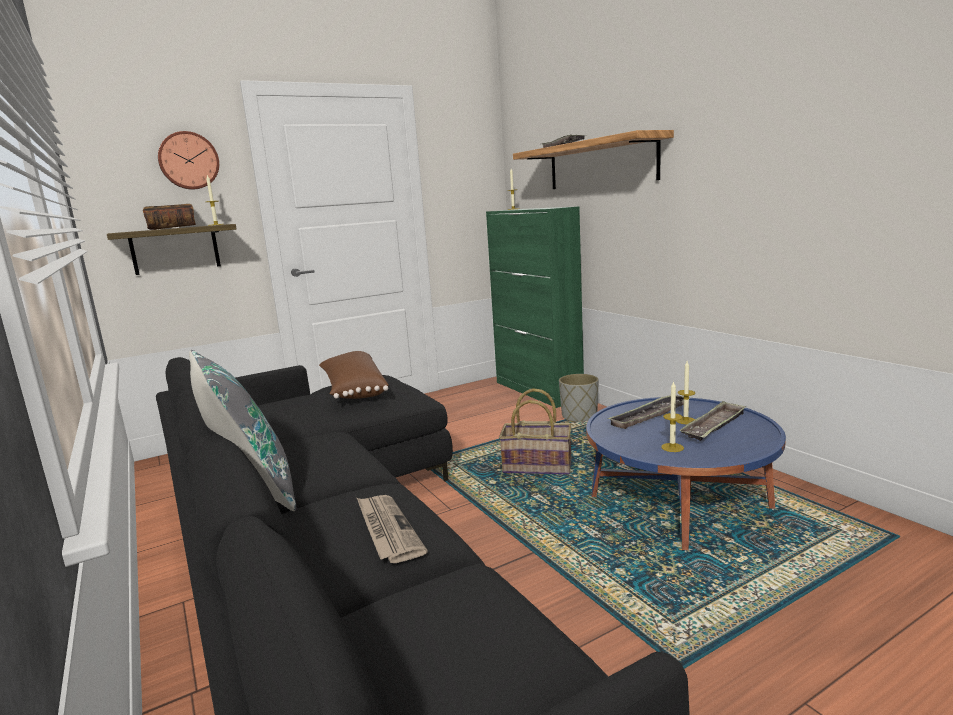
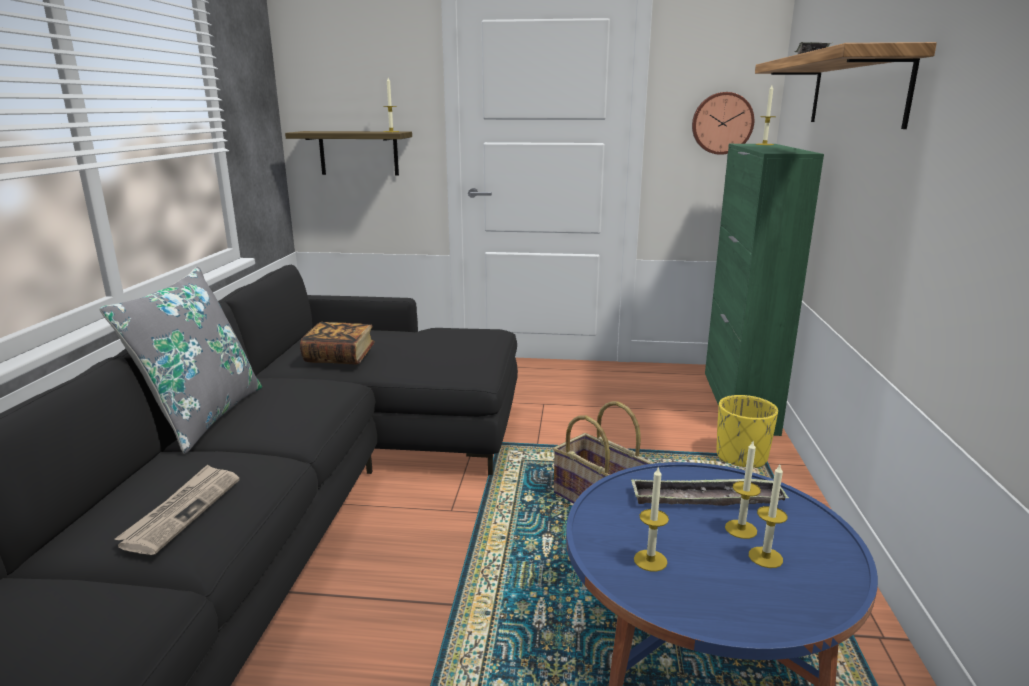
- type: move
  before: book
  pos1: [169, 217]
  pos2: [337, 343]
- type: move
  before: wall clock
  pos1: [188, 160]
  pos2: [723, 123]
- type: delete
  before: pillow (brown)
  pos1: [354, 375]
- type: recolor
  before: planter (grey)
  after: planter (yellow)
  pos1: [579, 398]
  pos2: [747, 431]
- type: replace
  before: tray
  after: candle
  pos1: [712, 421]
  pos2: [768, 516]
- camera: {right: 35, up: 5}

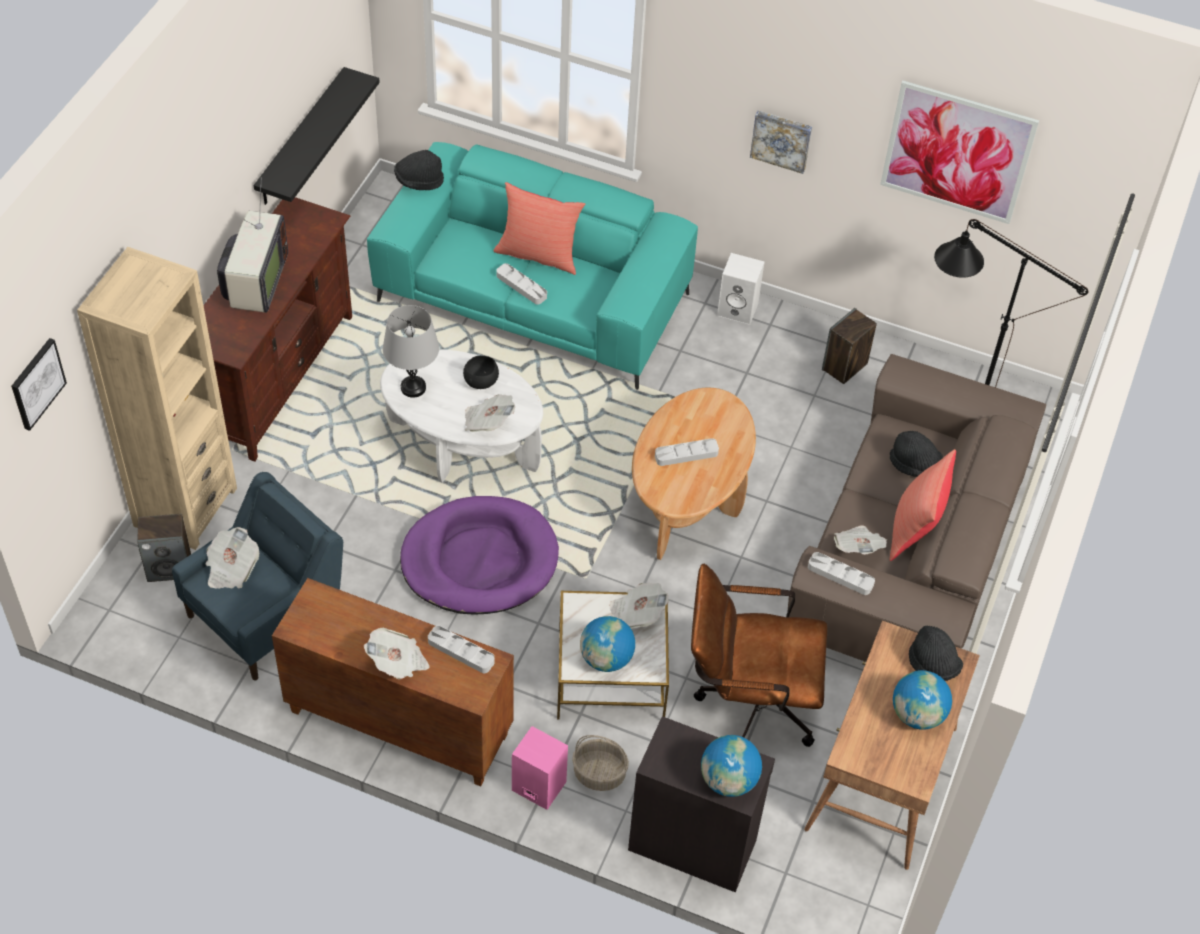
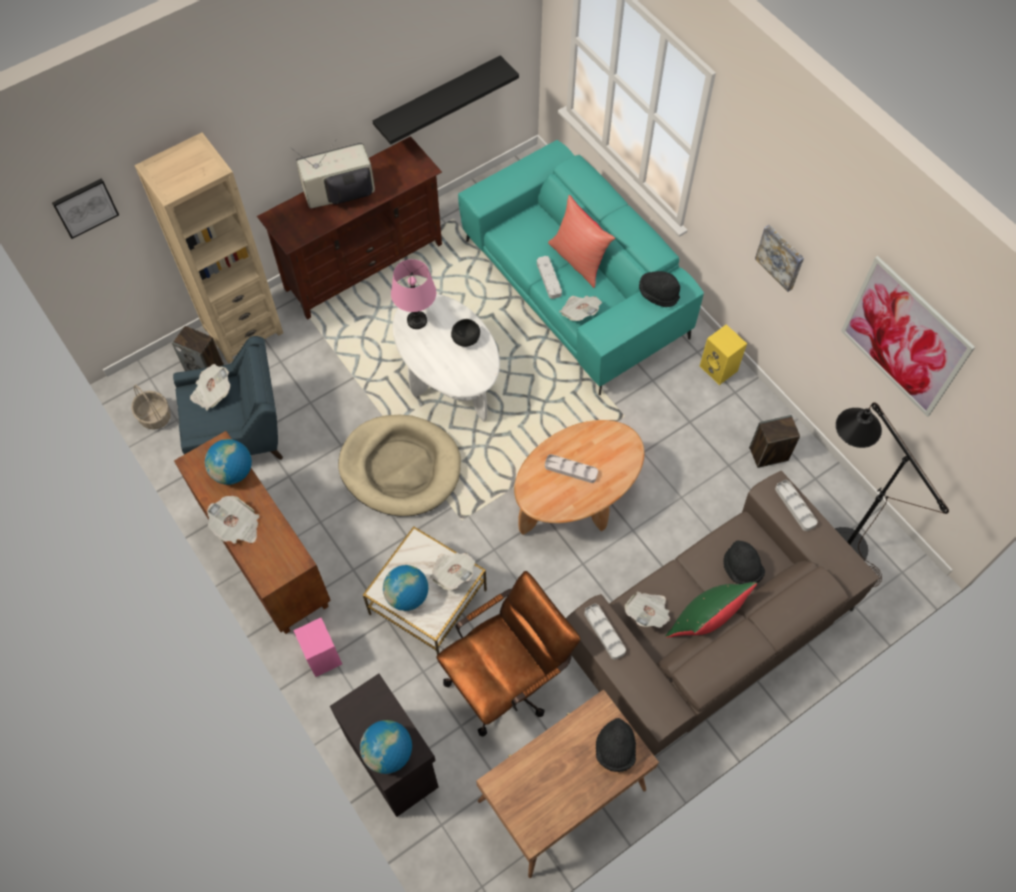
- type: rotate
  before: television
  pos1: [252, 245]
  pos2: [332, 174]
  turn: -150
- type: recolor
  before: table lamp (grey)
  after: table lamp (pink)
  pos1: [411, 351]
  pos2: [413, 294]
- type: move
  before: hat (black)
  pos1: [419, 170]
  pos2: [659, 289]
- type: recolor
  before: dog bed (purple)
  after: dog bed (beige)
  pos1: [479, 555]
  pos2: [399, 465]
- type: move
  before: tray (grey)
  pos1: [461, 649]
  pos2: [796, 505]
- type: move
  before: newspaper
  pos1: [490, 413]
  pos2: [580, 308]
- type: move
  before: basket
  pos1: [600, 763]
  pos2: [151, 407]
- type: rotate
  before: office chair (brown)
  pos1: [759, 655]
  pos2: [508, 654]
  turn: 105
- type: recolor
  before: speaker (white)
  after: speaker (yellow)
  pos1: [740, 289]
  pos2: [723, 354]
- type: recolor
  before: pillow (red)
  after: pillow (green)
  pos1: [922, 505]
  pos2: [711, 610]
- type: move
  before: globe
  pos1: [922, 700]
  pos2: [228, 462]
- camera: {right: 35, up: 10}

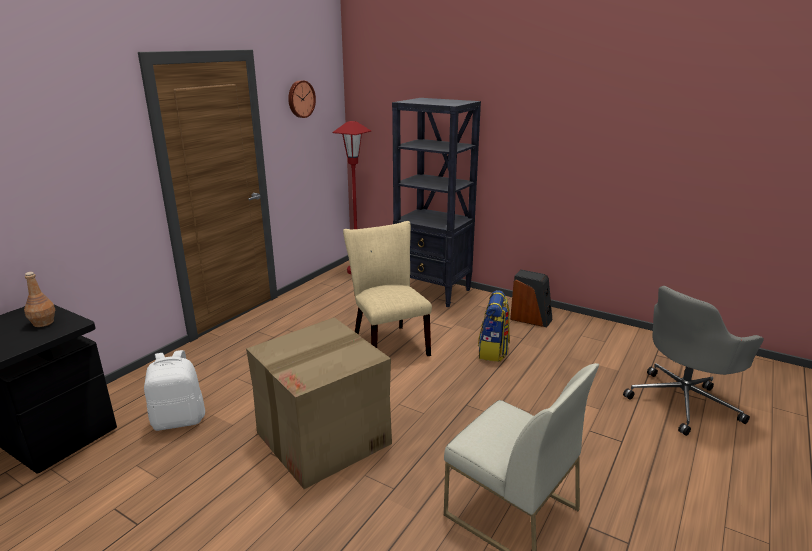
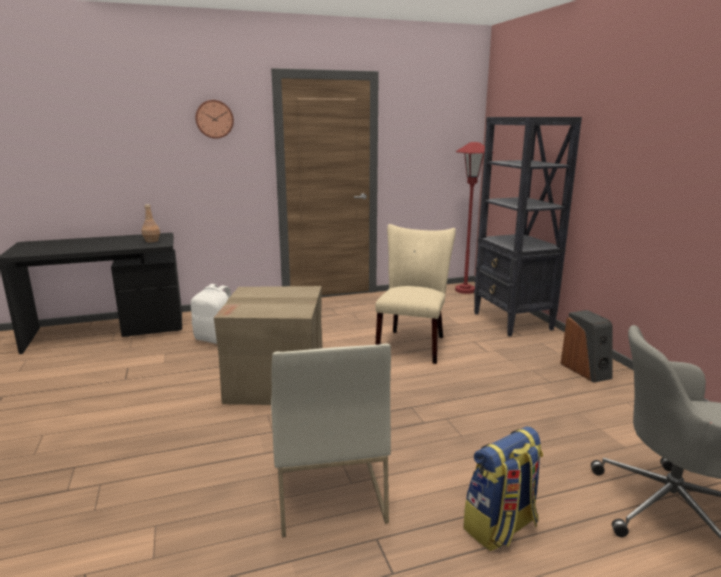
- type: move
  before: wall clock
  pos1: [302, 99]
  pos2: [214, 119]
- type: move
  before: backpack
  pos1: [494, 326]
  pos2: [503, 489]
- camera: {right: 40, up: -5}

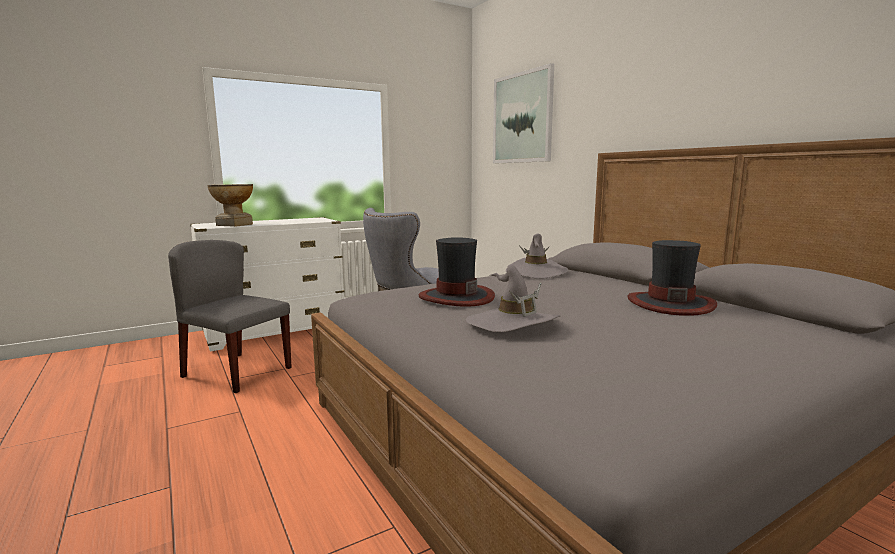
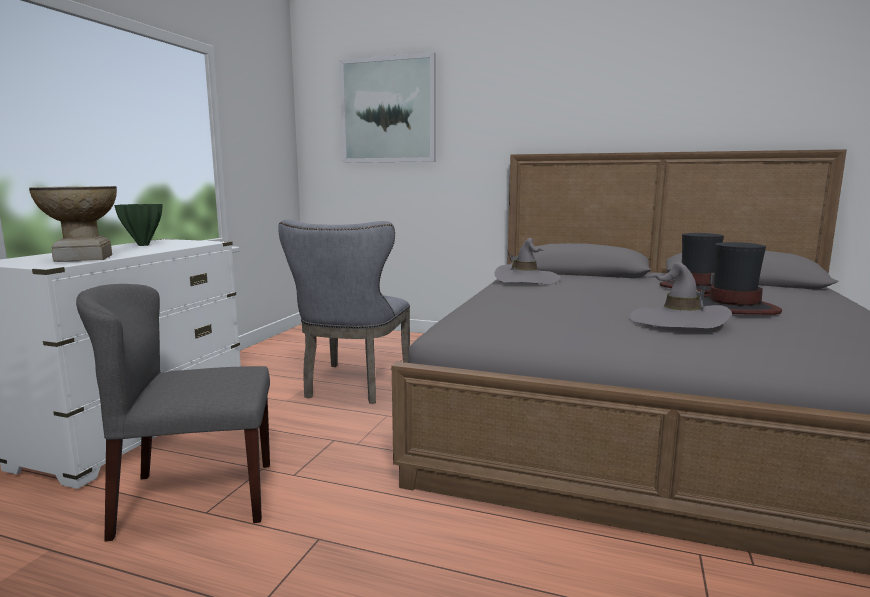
- type: move
  before: hat
  pos1: [457, 272]
  pos2: [742, 278]
- type: insert
  after: vase (green)
  pos2: [138, 225]
- camera: {right: -40, up: 0}

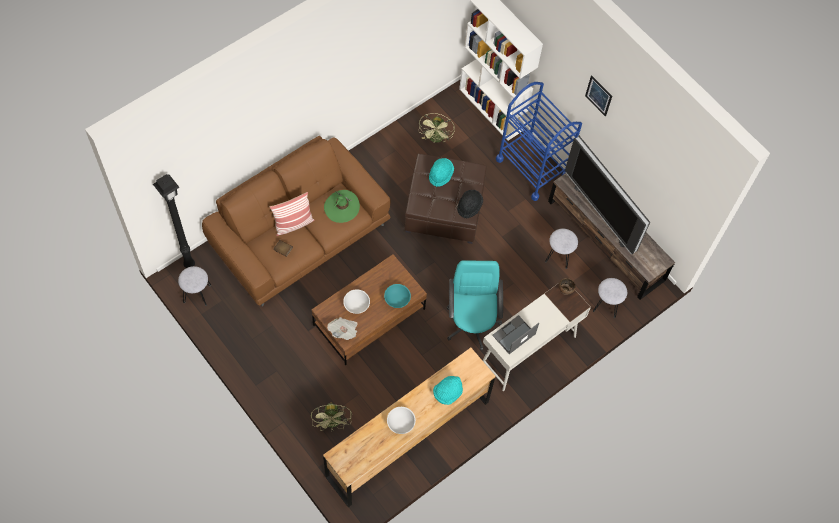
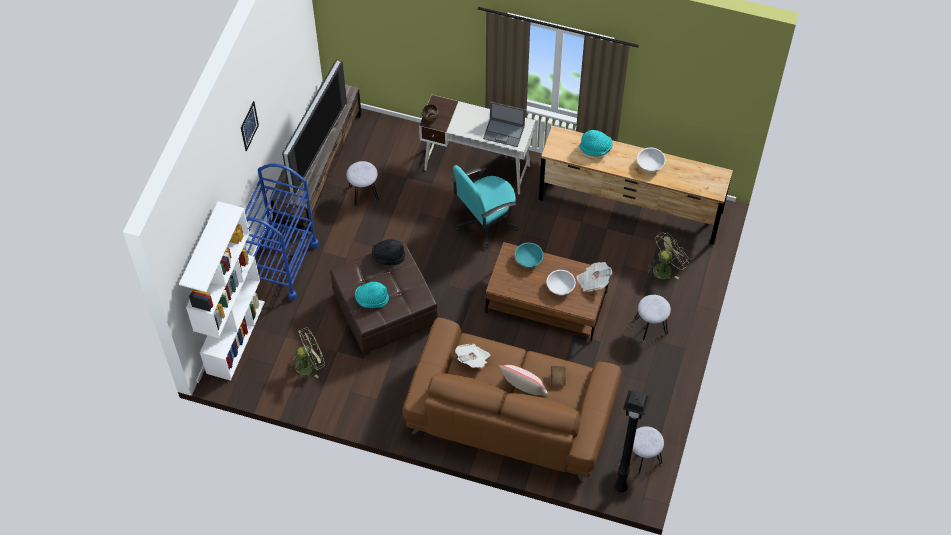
- type: replace
  before: hat (green)
  after: newspaper
  pos1: [342, 206]
  pos2: [472, 356]
- type: move
  before: stool (grey)
  pos1: [610, 298]
  pos2: [652, 318]
- camera: {right: -120, up: -5}

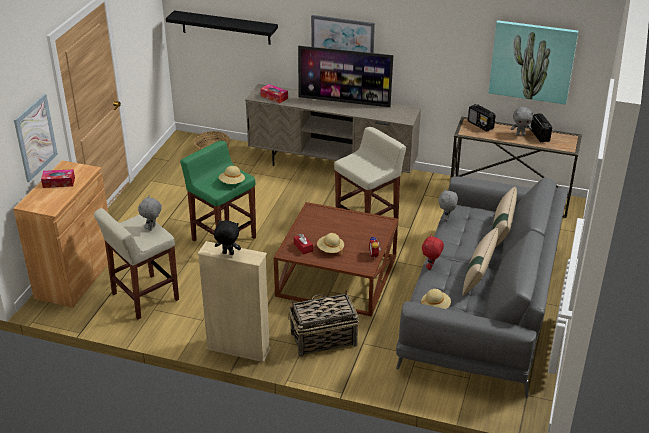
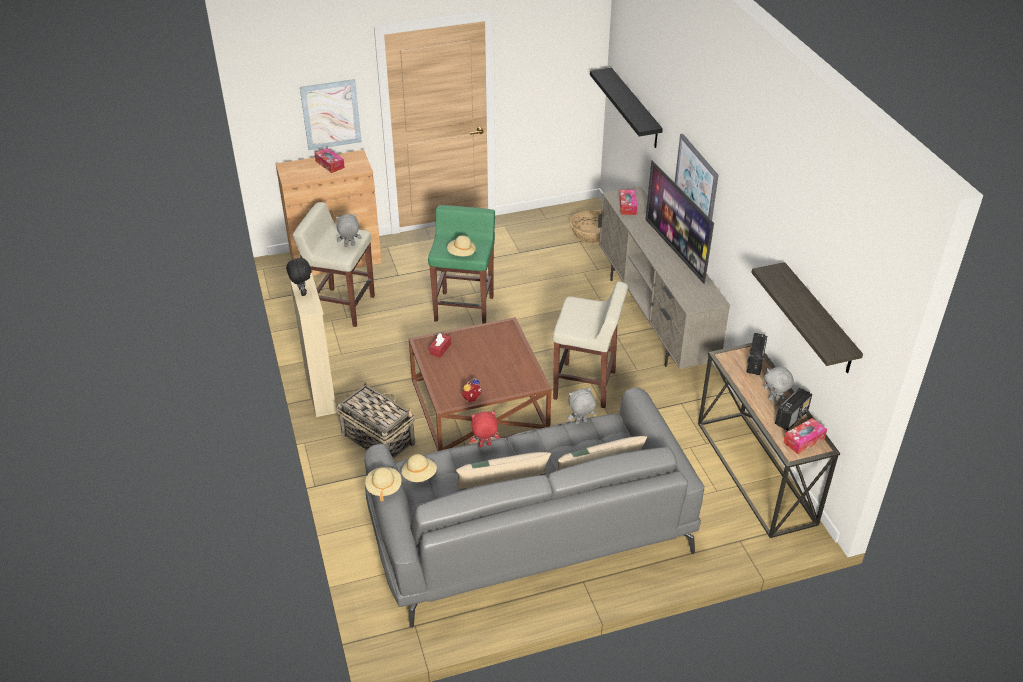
- type: move
  before: hat (beige)
  pos1: [330, 244]
  pos2: [383, 484]
- type: replace
  before: picture
  after: shelf
  pos1: [533, 62]
  pos2: [807, 317]
- type: insert
  after: tissue box
  pos2: [805, 436]
- camera: {right: 55, up: 5}

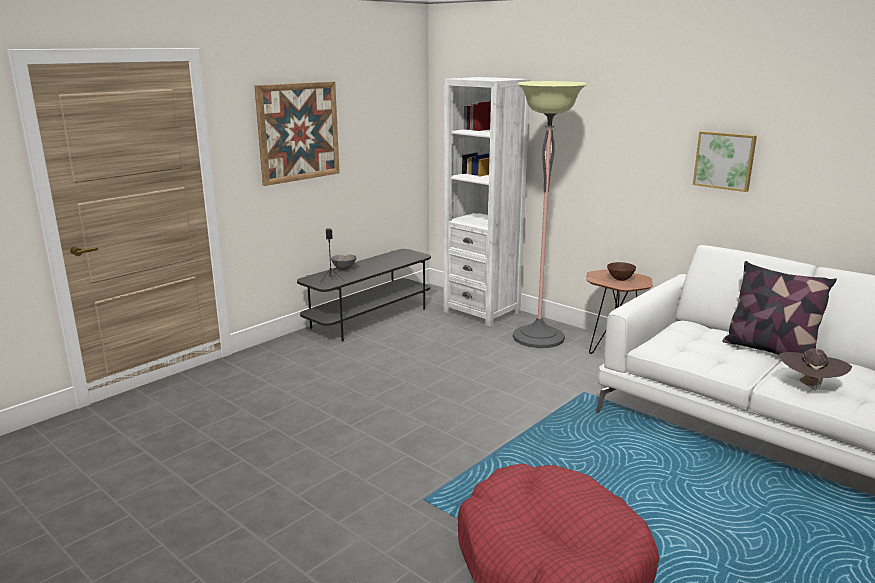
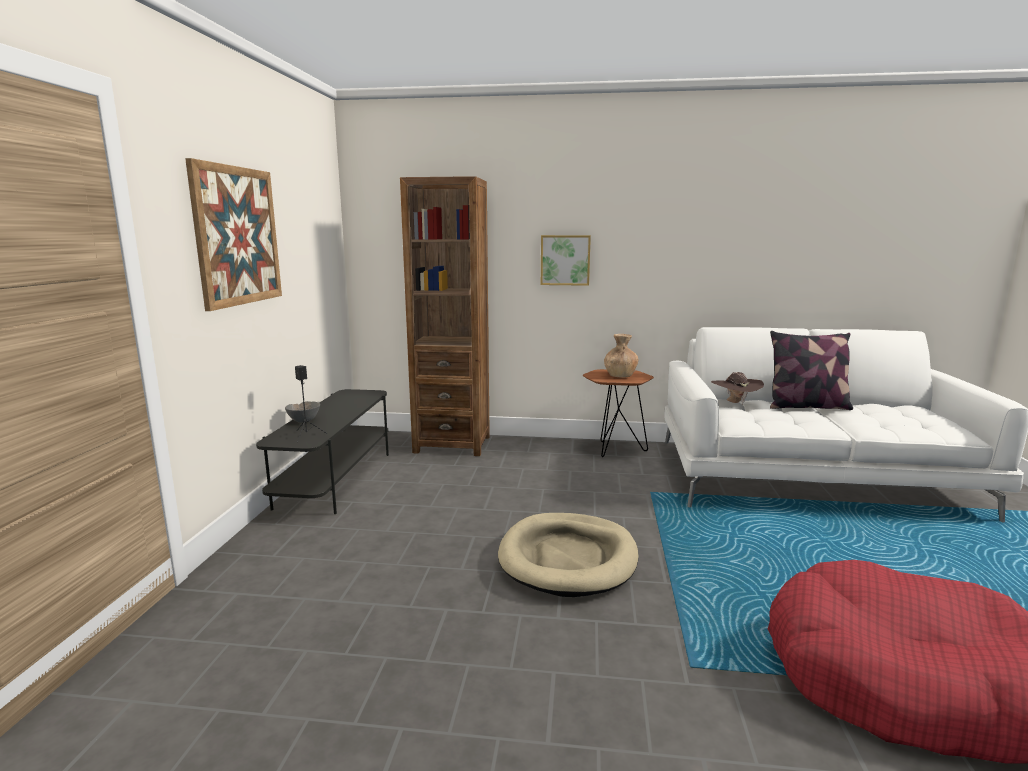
- type: recolor
  before: bookcase (white)
  after: bookcase (brown)
  pos1: [487, 202]
  pos2: [445, 316]
- type: delete
  before: floor lamp
  pos1: [550, 214]
- type: replace
  before: bowl (brown)
  after: vase (brown)
  pos1: [621, 271]
  pos2: [621, 356]
- type: move
  before: picture
  pos1: [725, 161]
  pos2: [566, 260]
- type: move
  before: hat (brown)
  pos1: [815, 369]
  pos2: [737, 388]
- type: insert
  after: dog bed (beige)
  pos2: [568, 555]
- camera: {right: -35, up: -5}

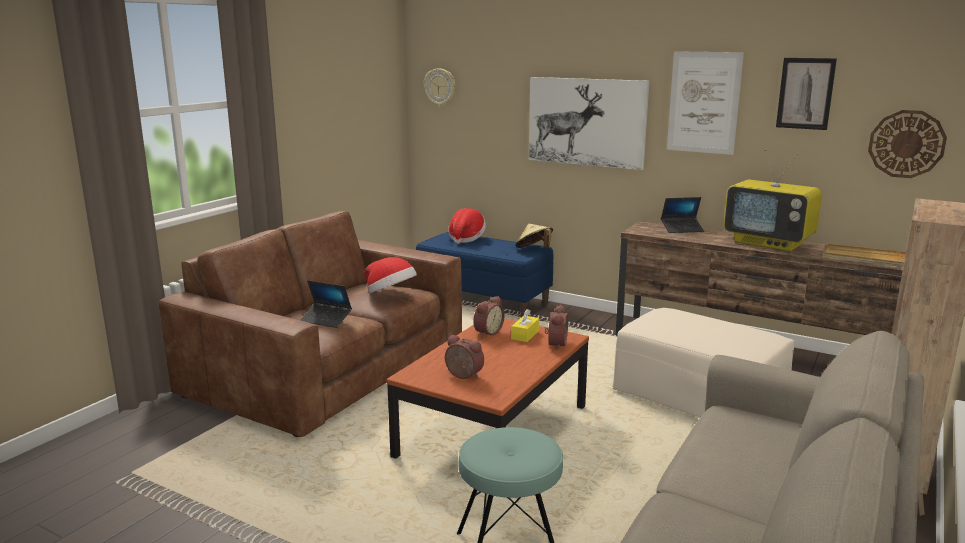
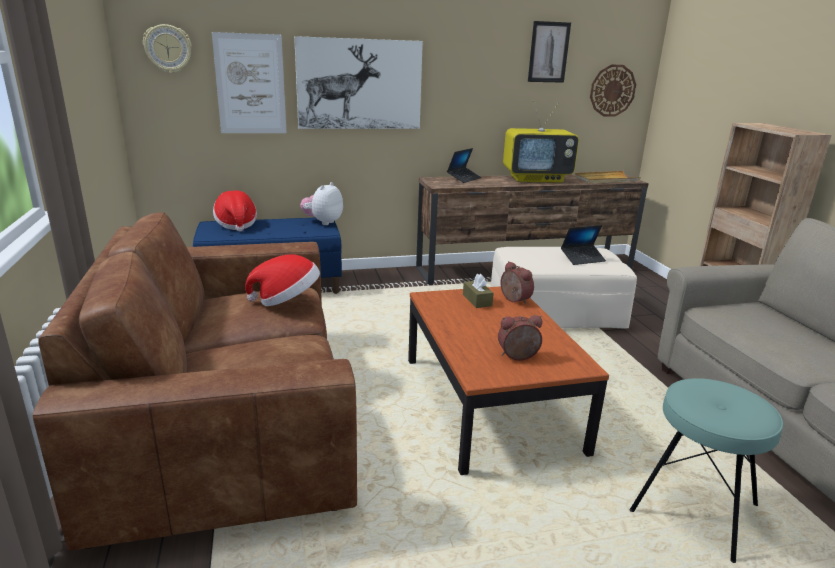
- type: move
  before: laptop
  pos1: [326, 304]
  pos2: [583, 245]
- type: delete
  before: alarm clock
  pos1: [489, 316]
- type: recolor
  before: tissue box (yellow)
  after: tissue box (brown)
  pos1: [525, 325]
  pos2: [478, 291]
- type: replace
  before: hat (beige)
  after: plush toy
  pos1: [534, 236]
  pos2: [321, 203]
- type: move
  before: picture
  pos1: [705, 103]
  pos2: [249, 82]
- camera: {right: -45, up: 5}

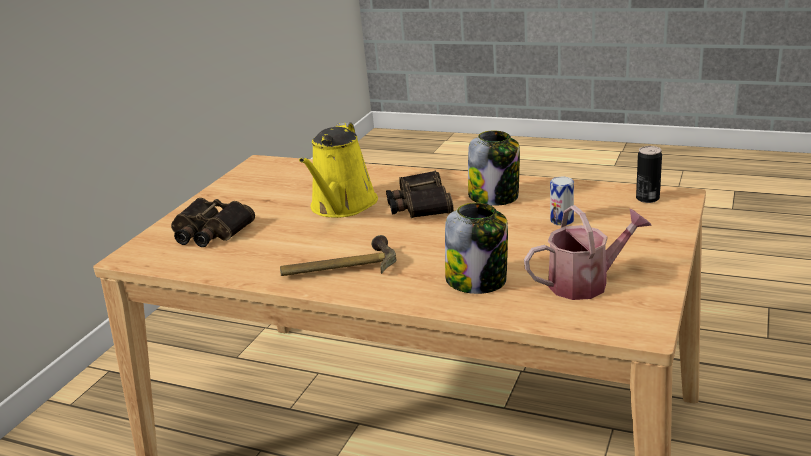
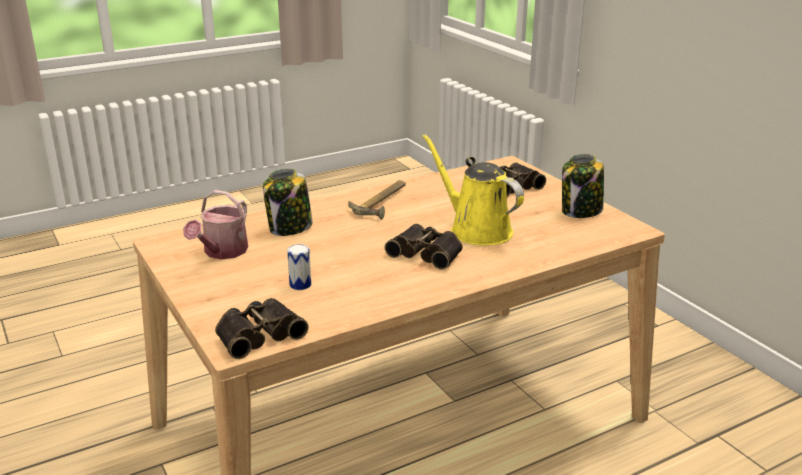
- type: move
  before: jar
  pos1: [494, 168]
  pos2: [583, 186]
- type: replace
  before: can
  after: binoculars
  pos1: [649, 174]
  pos2: [262, 328]
- camera: {right: 125, up: 0}

